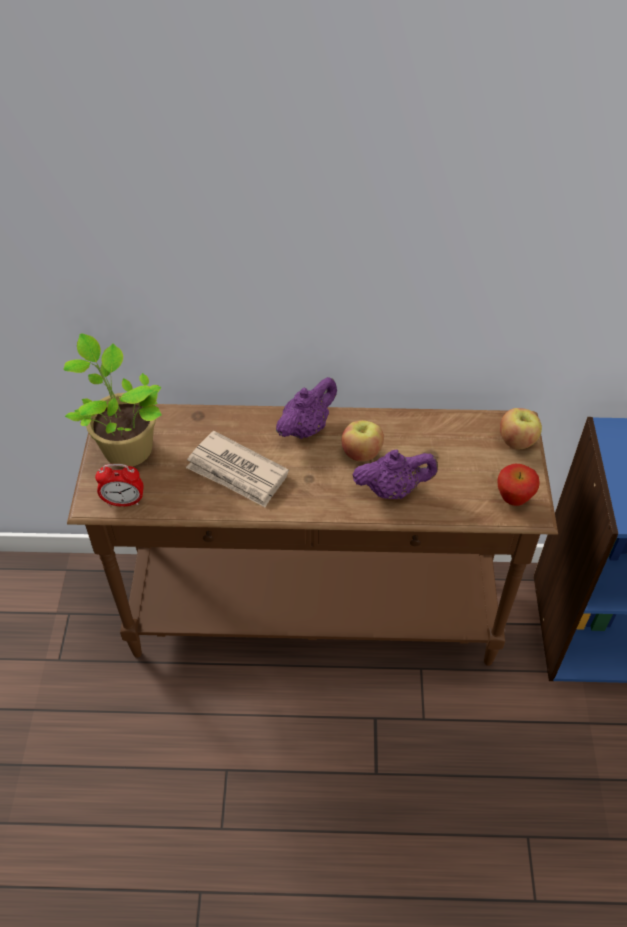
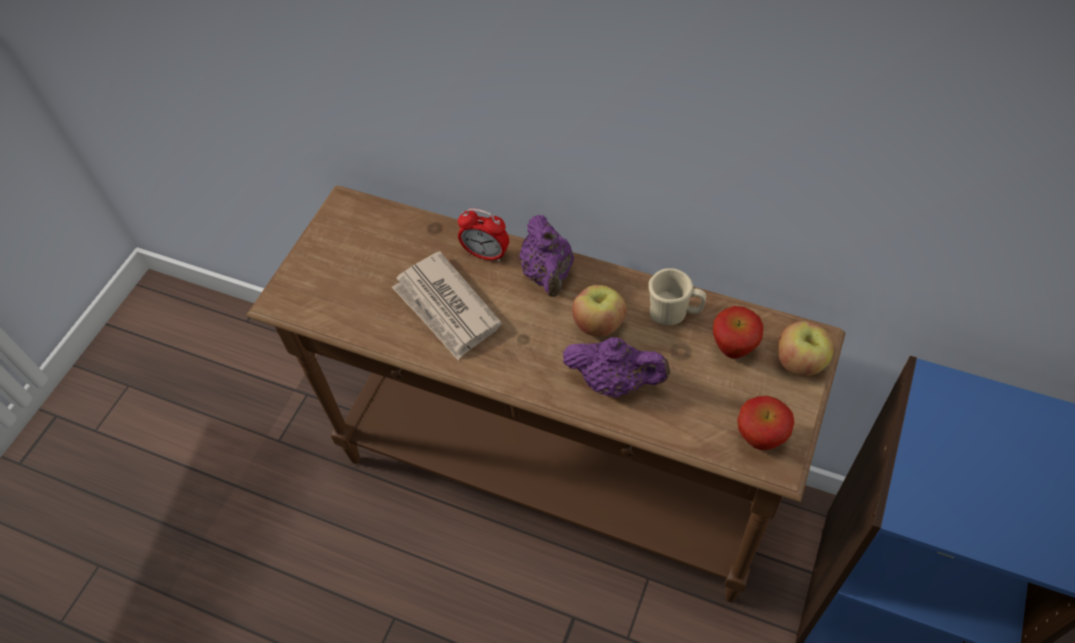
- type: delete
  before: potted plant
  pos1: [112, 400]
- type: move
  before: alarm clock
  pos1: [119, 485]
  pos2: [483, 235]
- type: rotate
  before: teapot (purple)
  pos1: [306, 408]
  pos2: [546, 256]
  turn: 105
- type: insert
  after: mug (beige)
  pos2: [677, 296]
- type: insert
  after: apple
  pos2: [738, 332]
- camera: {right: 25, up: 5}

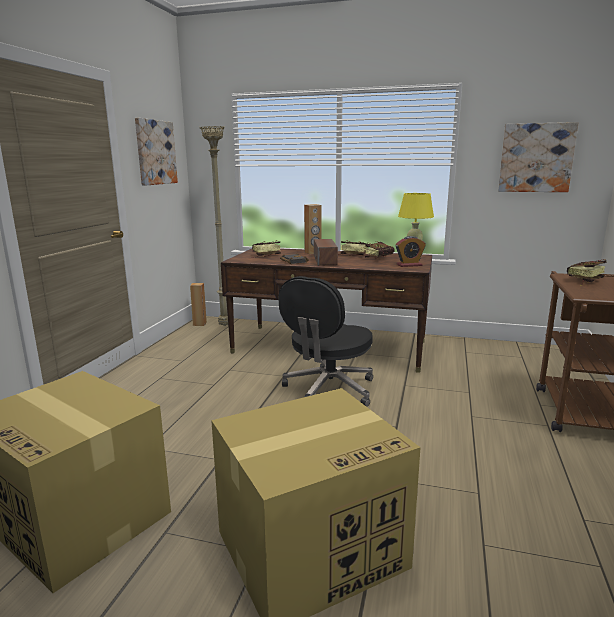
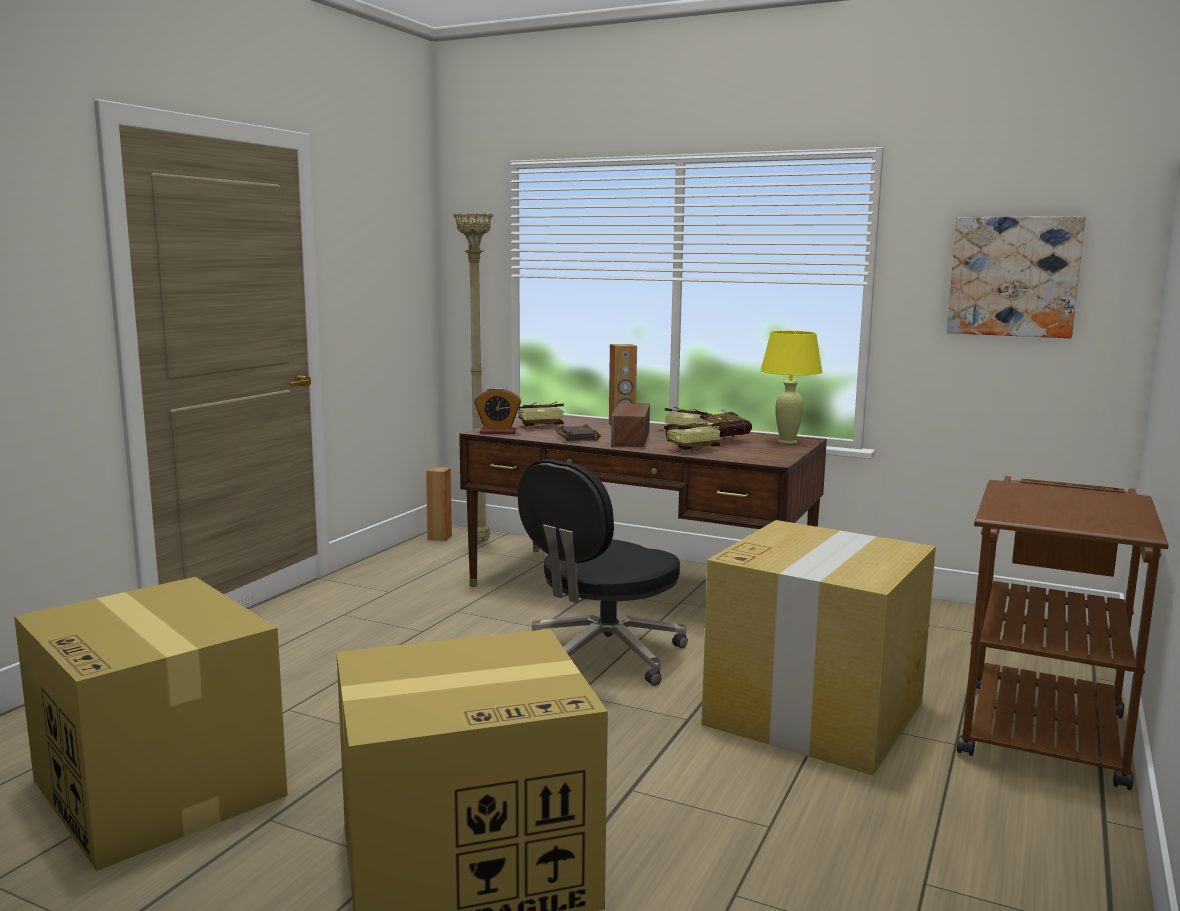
- type: delete
  before: picture
  pos1: [156, 152]
- type: move
  before: alarm clock
  pos1: [411, 251]
  pos2: [497, 410]
- type: move
  before: book
  pos1: [587, 273]
  pos2: [693, 437]
- type: insert
  after: cardboard box
  pos2: [818, 647]
- camera: {right: 10, up: -5}

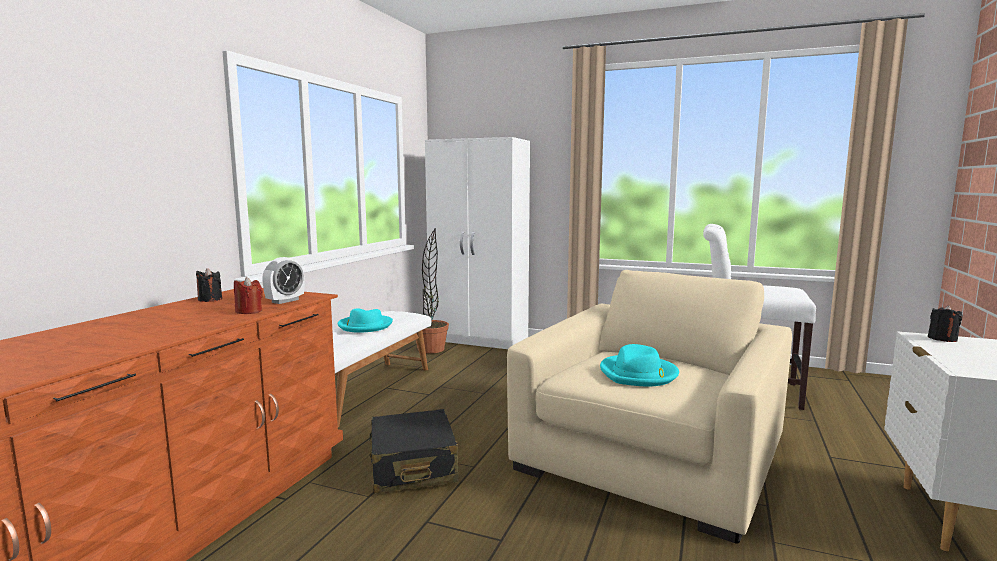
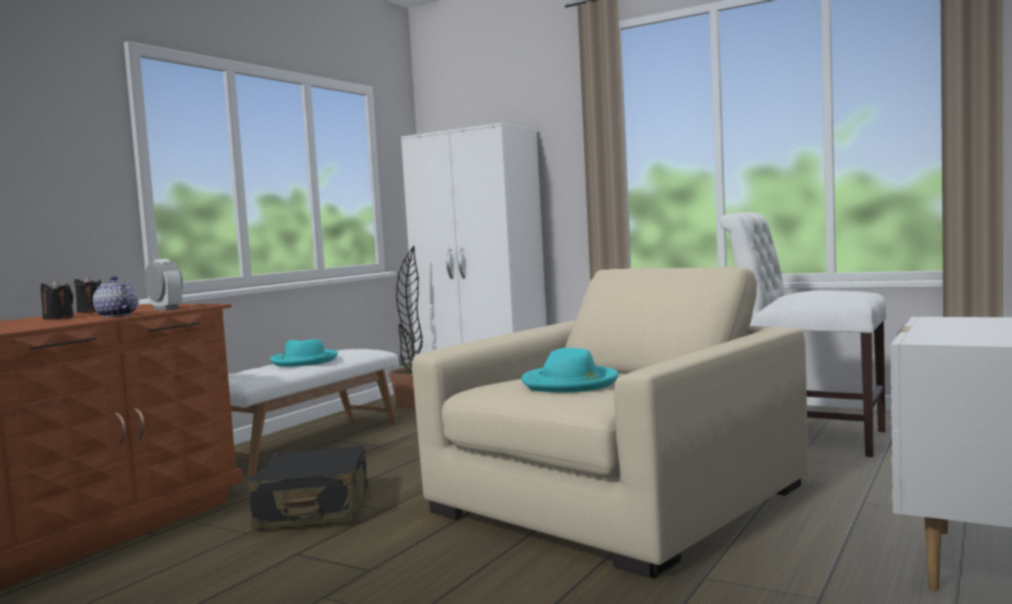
- type: replace
  before: candle (red)
  after: teapot
  pos1: [248, 295]
  pos2: [115, 296]
- type: rotate
  before: alarm clock
  pos1: [283, 280]
  pos2: [164, 284]
  turn: -90
- type: move
  before: candle (black)
  pos1: [945, 323]
  pos2: [57, 299]
- camera: {right: 10, up: -5}

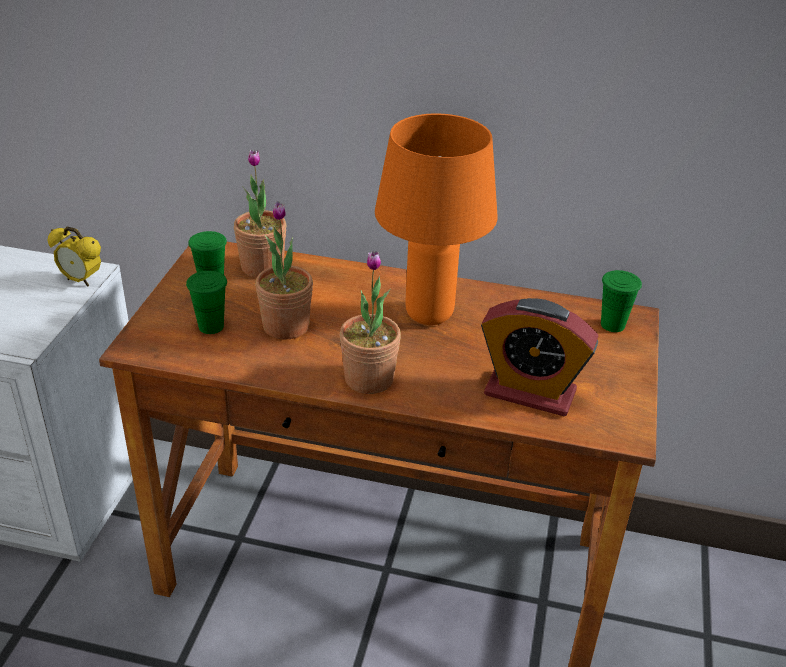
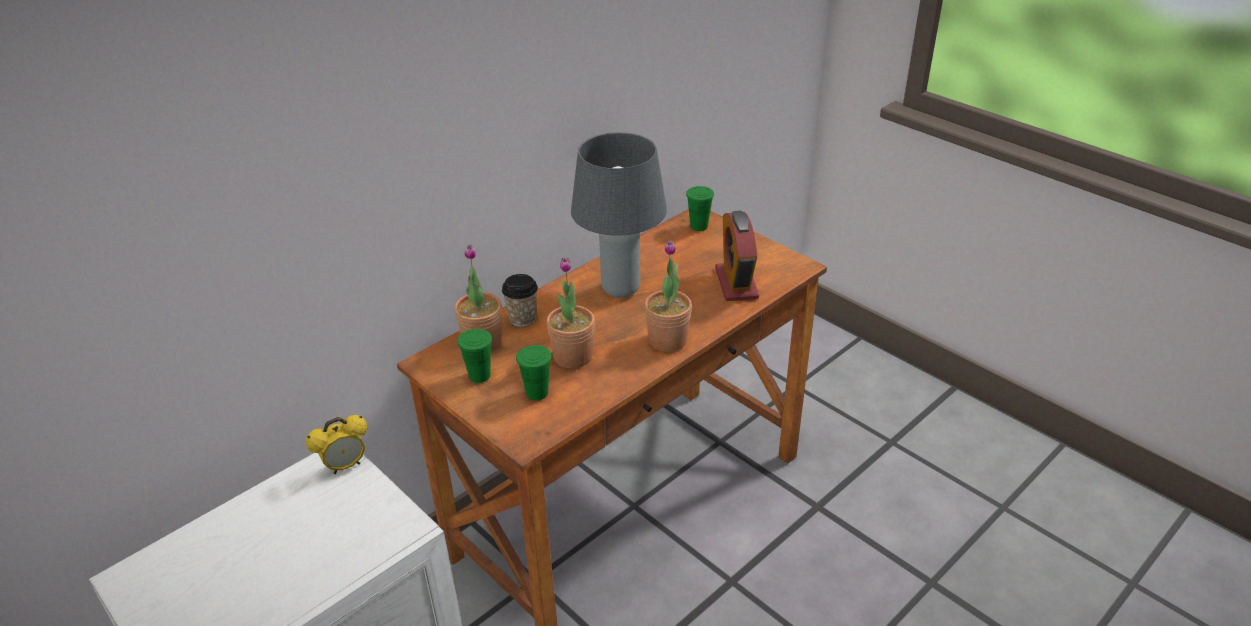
- type: recolor
  before: table lamp (orange)
  after: table lamp (grey)
  pos1: [436, 219]
  pos2: [619, 215]
- type: rotate
  before: alarm clock
  pos1: [539, 357]
  pos2: [737, 256]
  turn: 120
- type: insert
  after: cup
  pos2: [520, 300]
- camera: {right: -55, up: 0}

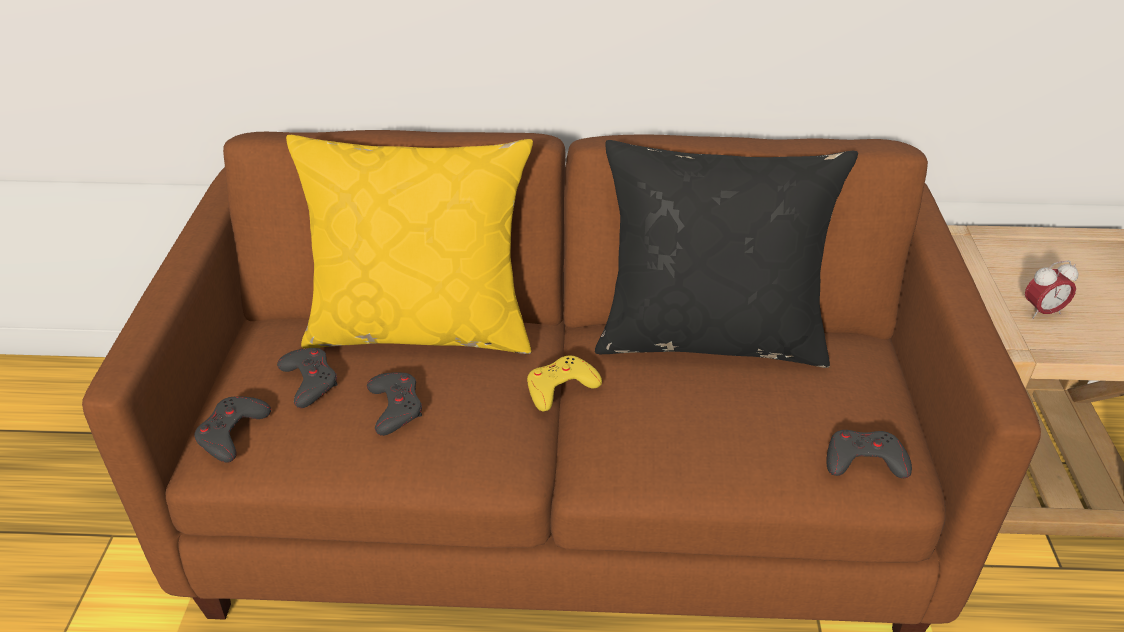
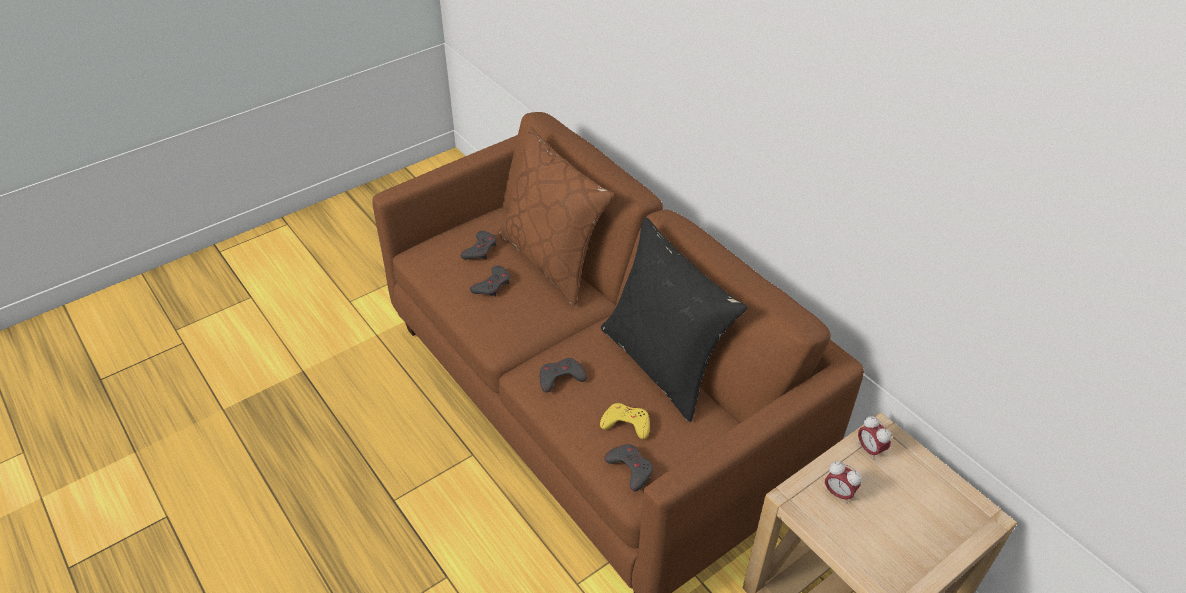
- type: move
  before: game controller (grey)
  pos1: [232, 429]
  pos2: [563, 375]
- type: recolor
  before: pillow (yellow)
  after: pillow (brown)
  pos1: [409, 244]
  pos2: [556, 216]
- type: move
  before: game controller (yellow)
  pos1: [564, 383]
  pos2: [625, 421]
- type: insert
  after: alarm clock
  pos2: [874, 438]
- camera: {right: 50, up: 5}

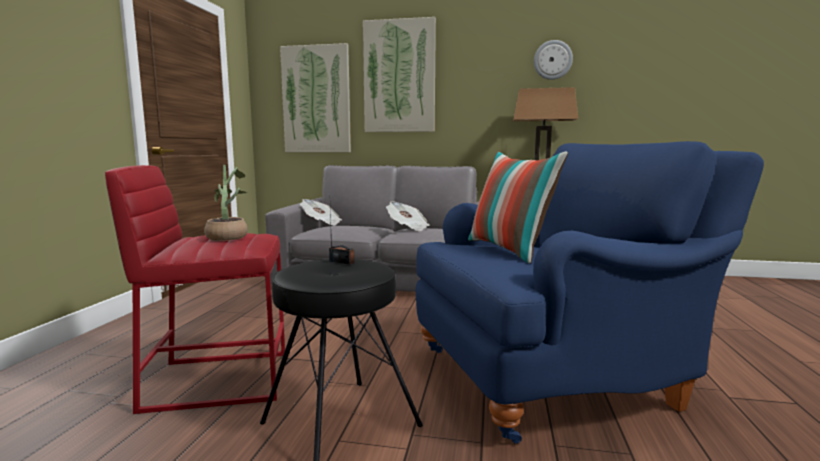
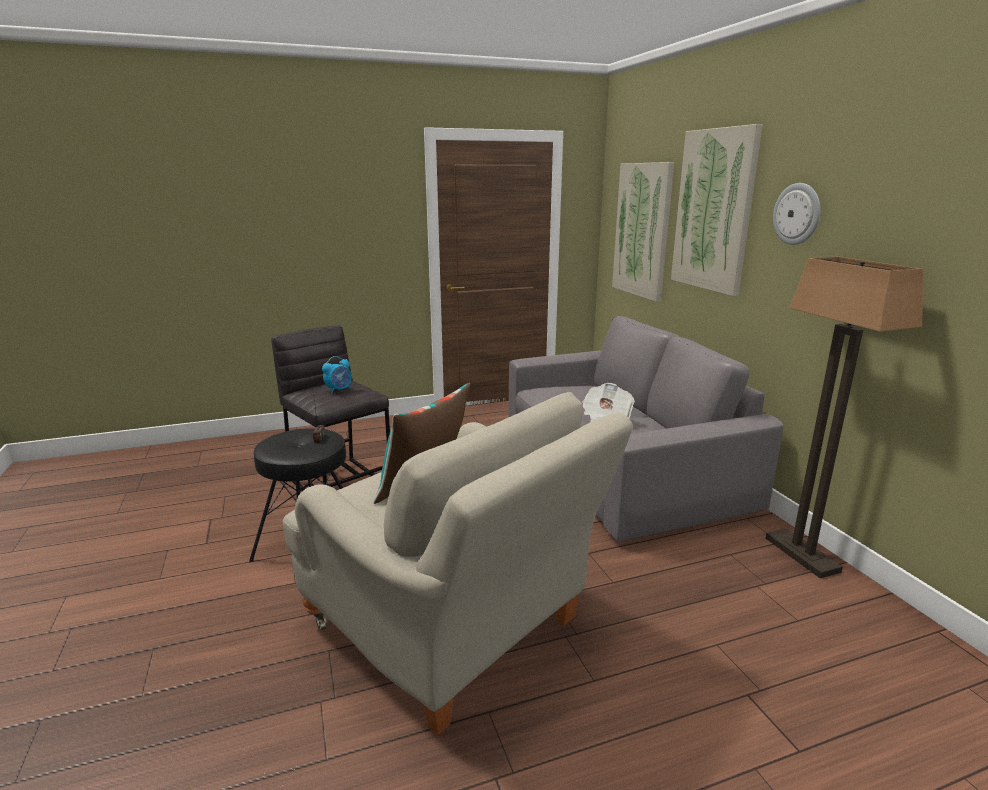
- type: recolor
  before: stool (red)
  after: stool (grey)
  pos1: [195, 289]
  pos2: [330, 408]
- type: replace
  before: potted plant
  after: alarm clock
  pos1: [226, 203]
  pos2: [337, 375]
- type: delete
  before: newspaper
  pos1: [321, 212]
- type: recolor
  before: armchair (blue)
  after: armchair (beige)
  pos1: [590, 292]
  pos2: [458, 564]
- type: move
  before: wall clock
  pos1: [553, 60]
  pos2: [796, 214]
- camera: {right: 60, up: 10}

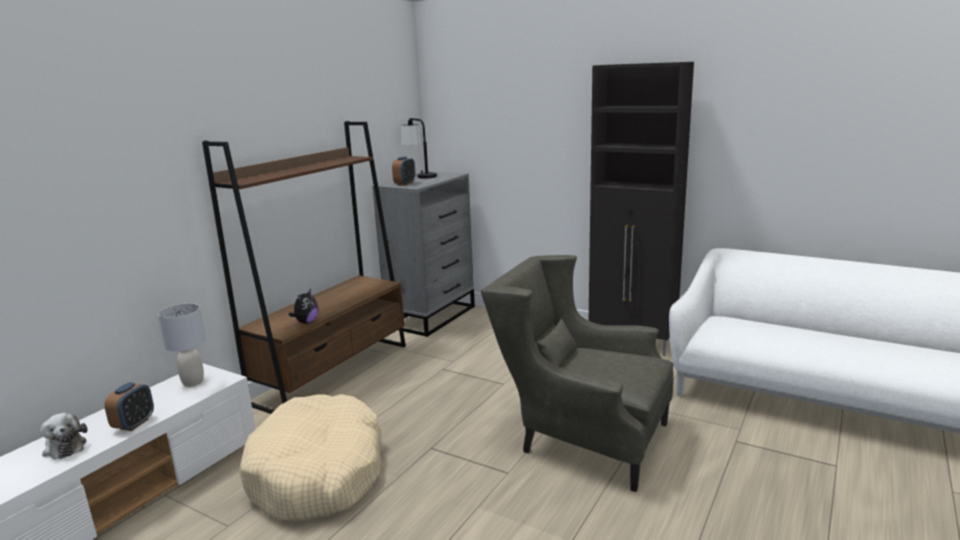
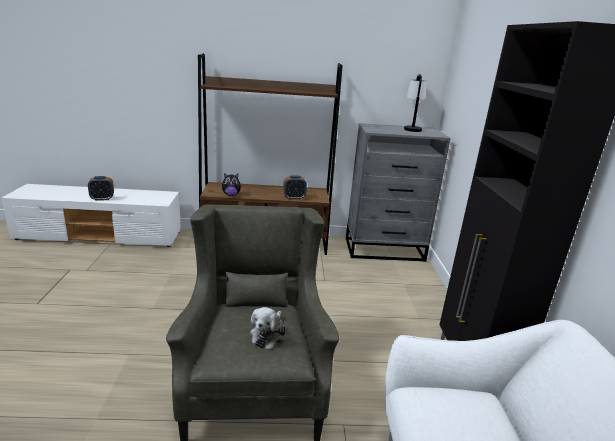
- type: move
  before: plush toy
  pos1: [63, 436]
  pos2: [268, 328]
- type: delete
  before: table lamp (grey)
  pos1: [182, 345]
- type: delete
  before: dog bed (beige)
  pos1: [310, 457]
- type: move
  before: alarm clock
  pos1: [404, 171]
  pos2: [295, 187]
- camera: {right: 55, up: 5}

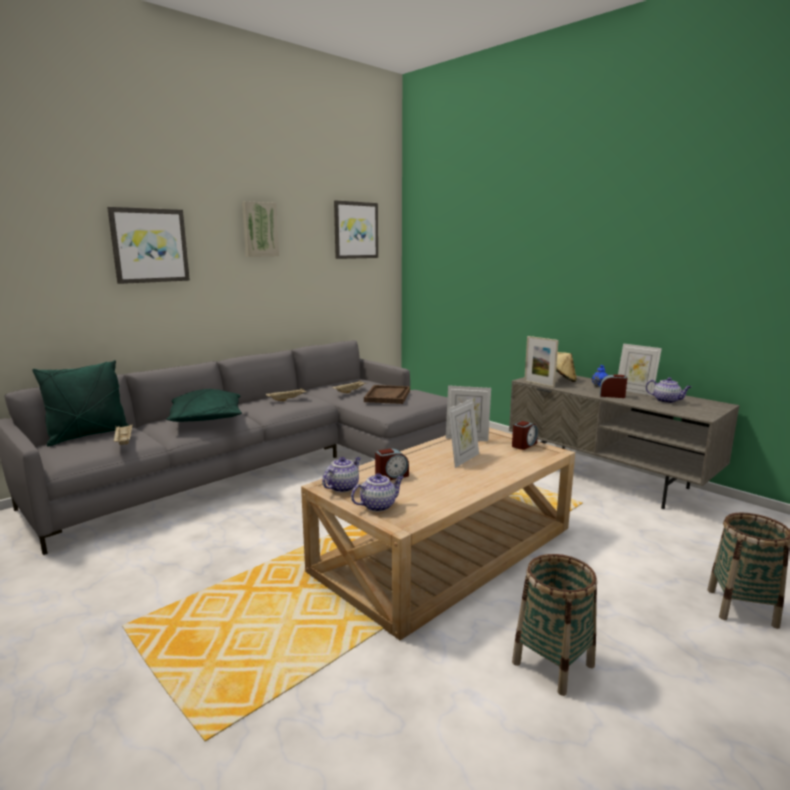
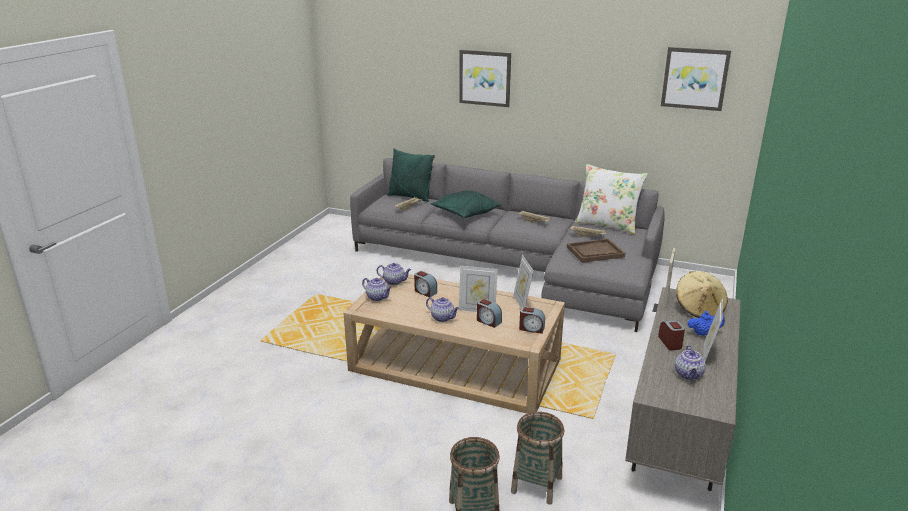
- type: delete
  before: picture
  pos1: [260, 229]
- type: move
  before: basket
  pos1: [554, 625]
  pos2: [537, 458]
- type: insert
  after: teapot
  pos2: [442, 309]
- type: insert
  after: alarm clock
  pos2: [489, 313]
- type: insert
  after: pillow (white)
  pos2: [611, 199]
- camera: {right: 65, up: 10}

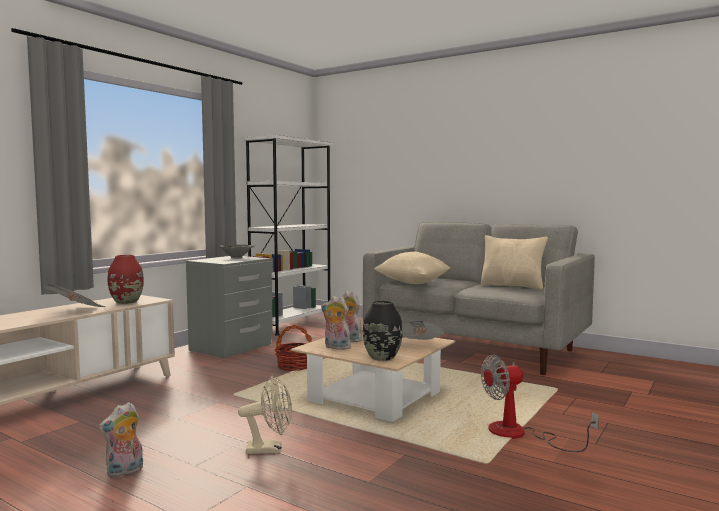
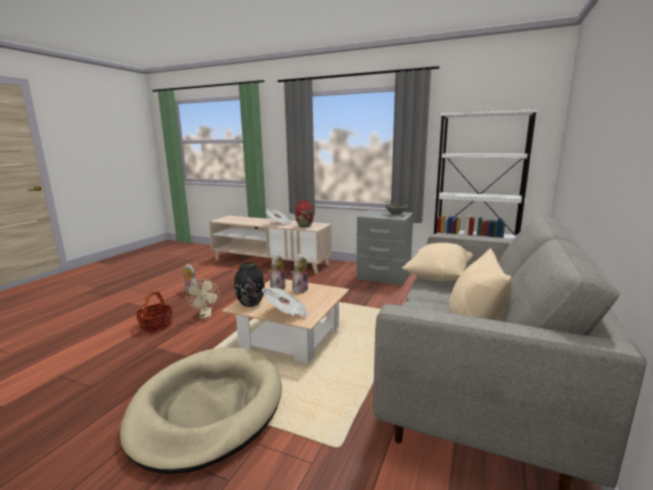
- type: move
  before: basket
  pos1: [293, 348]
  pos2: [154, 311]
- type: replace
  before: fan
  after: dog bed (beige)
  pos1: [540, 403]
  pos2: [201, 411]
- camera: {right: 80, up: 10}

